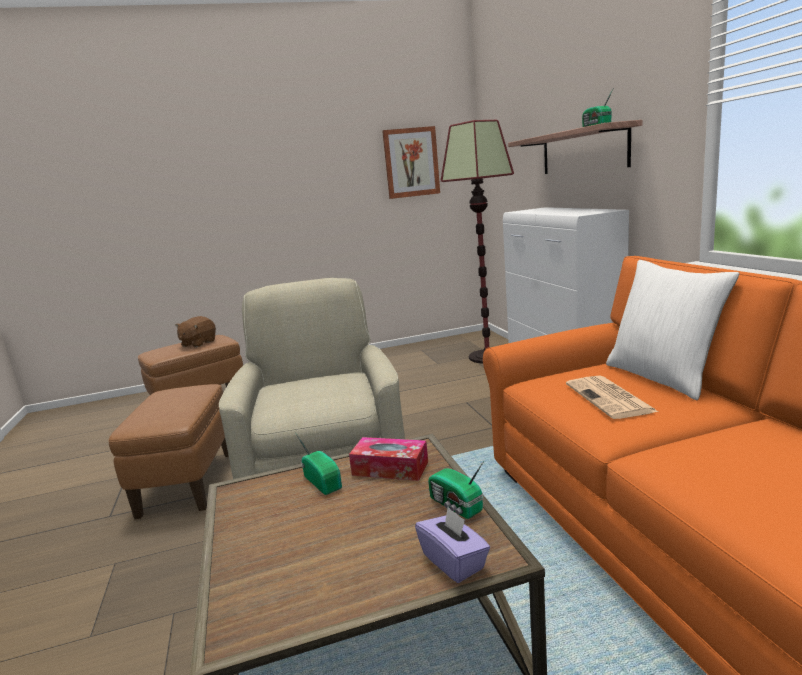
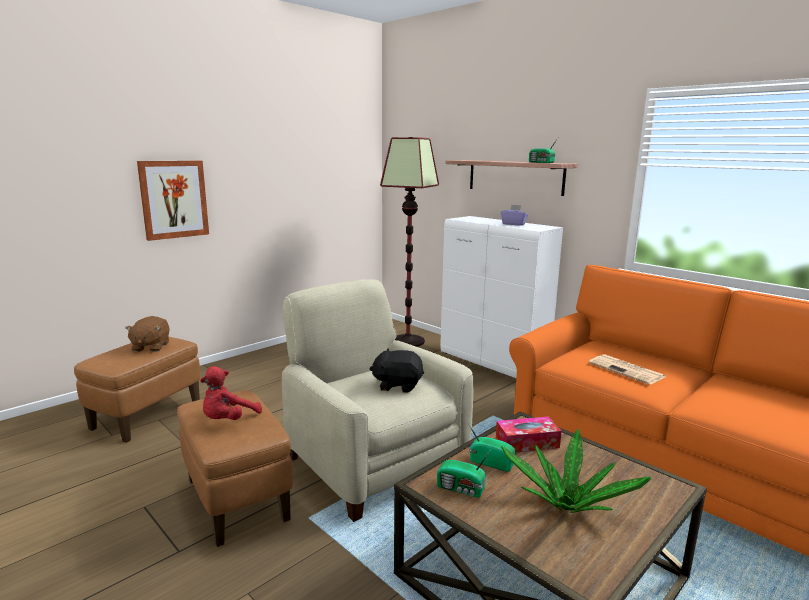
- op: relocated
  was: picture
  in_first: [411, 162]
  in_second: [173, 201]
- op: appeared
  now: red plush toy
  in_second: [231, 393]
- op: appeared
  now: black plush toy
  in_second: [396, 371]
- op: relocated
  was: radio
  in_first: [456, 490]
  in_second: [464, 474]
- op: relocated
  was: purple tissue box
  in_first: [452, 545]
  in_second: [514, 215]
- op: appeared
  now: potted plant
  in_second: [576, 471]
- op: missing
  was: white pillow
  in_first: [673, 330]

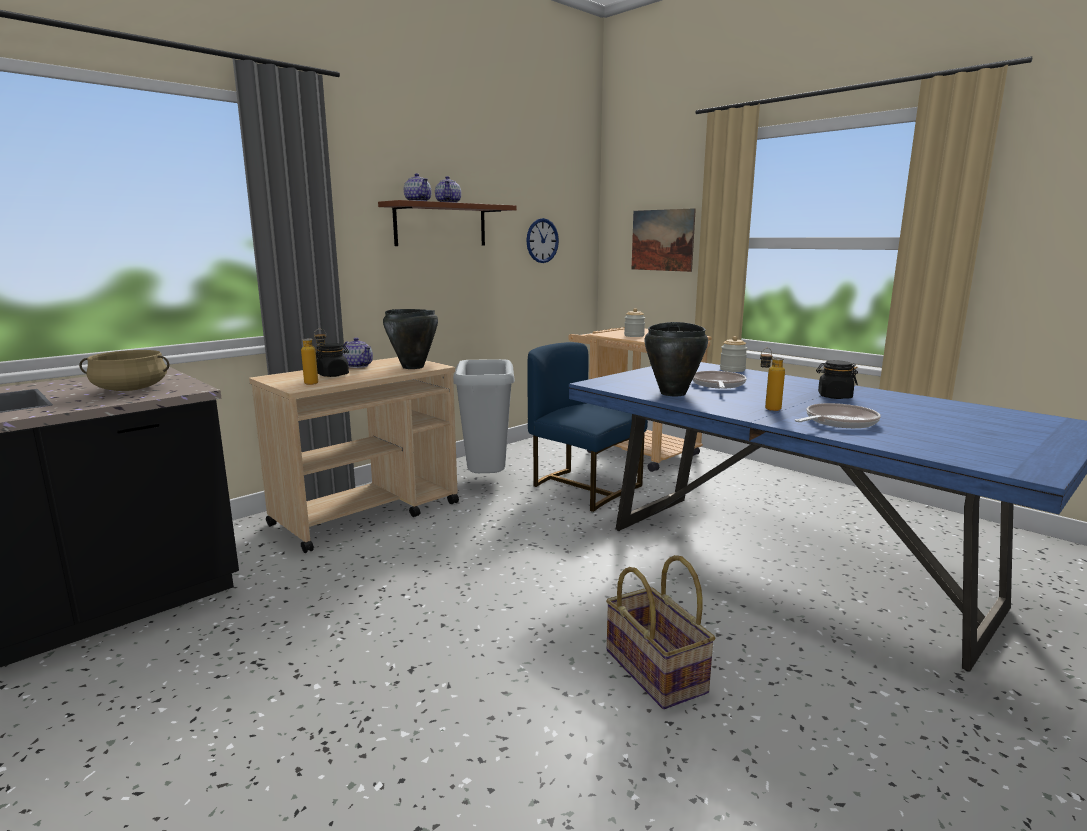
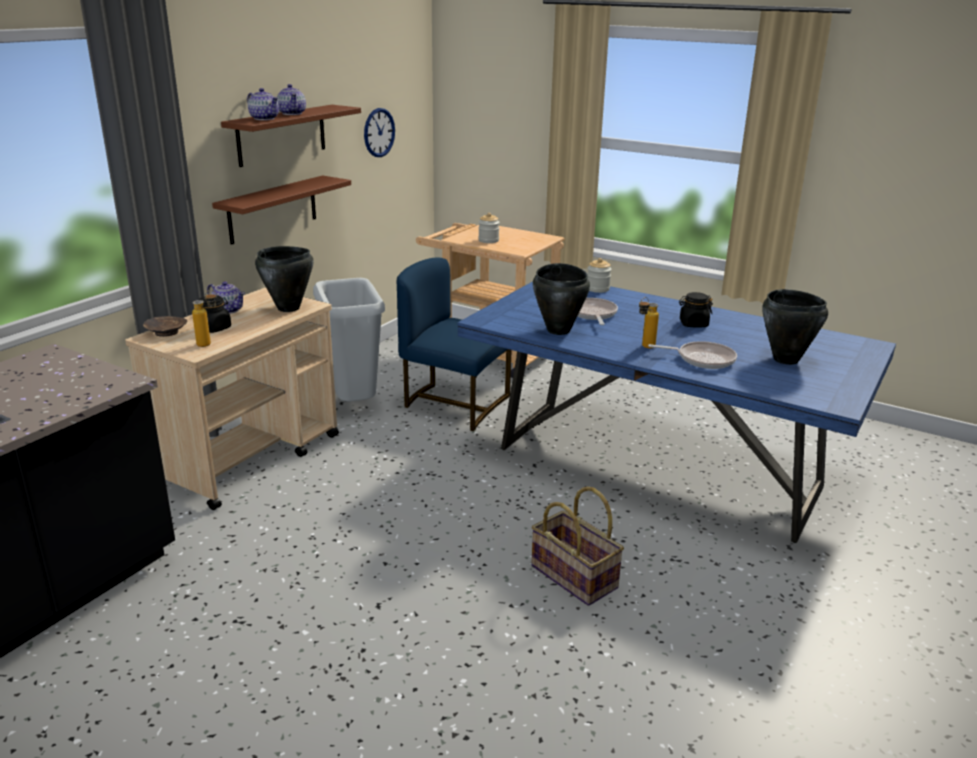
- op: appeared
  now: brown bowl
  in_second: [165, 326]
- op: appeared
  now: brown shelf
  in_second: [281, 210]
- op: spun
  was: frying pan
  in_first: [838, 415]
  in_second: [692, 355]
  clockwise: 60
- op: appeared
  now: black cooking pot
  in_second: [795, 327]
- op: missing
  was: beige cooking pot
  in_first: [124, 370]
- op: missing
  was: picture
  in_first: [664, 240]

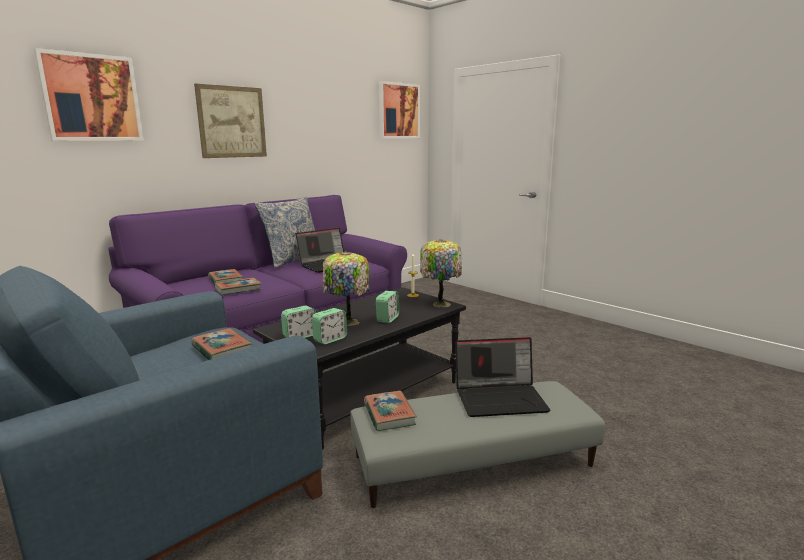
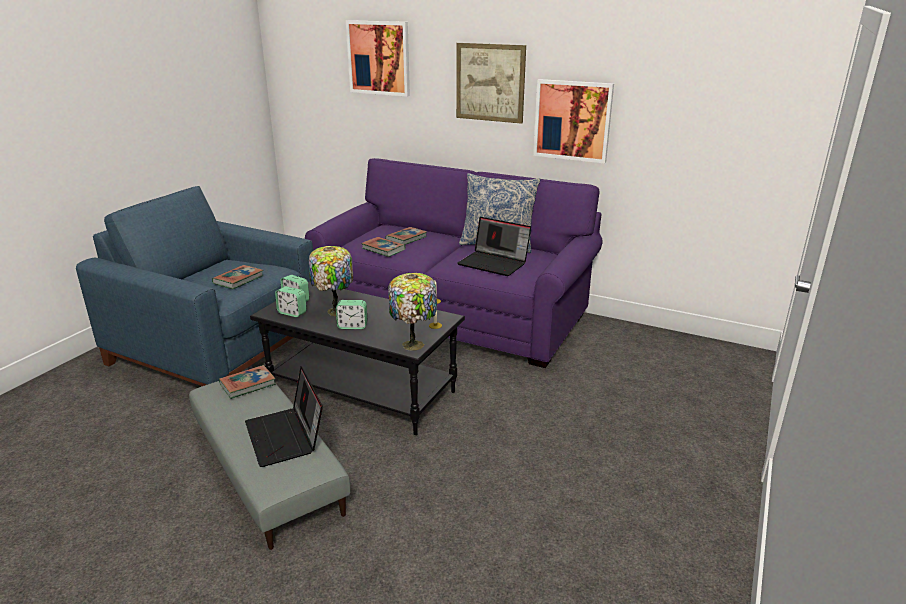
- op: relocated
  was: picture
  in_first: [399, 109]
  in_second: [573, 121]

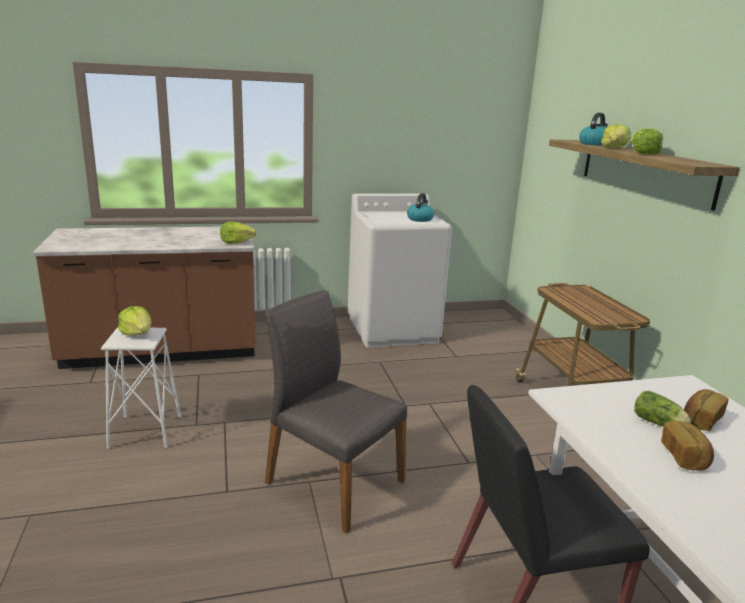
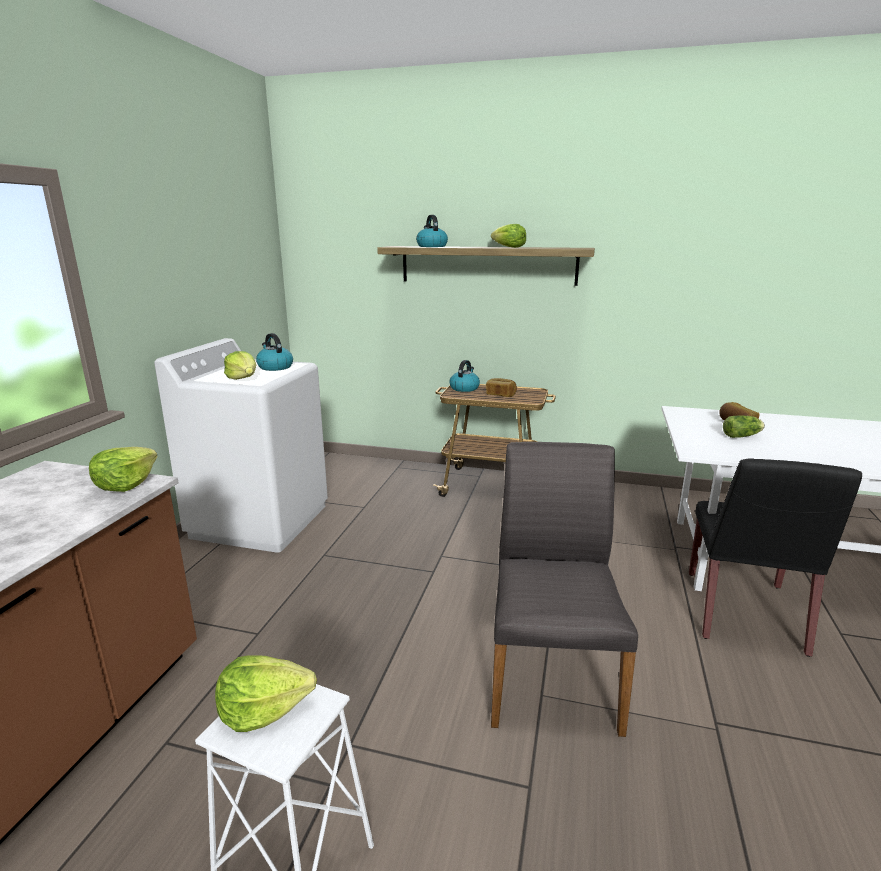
- op: relocated
  was: lettuce
  in_first: [616, 136]
  in_second: [240, 365]
- op: appeared
  now: kettle
  in_second: [465, 376]
- op: relocated
  was: bread
  in_first: [687, 446]
  in_second: [501, 387]
- op: spun
  was: grey chair
  in_first: [336, 412]
  in_second: [564, 589]
  clockwise: 120

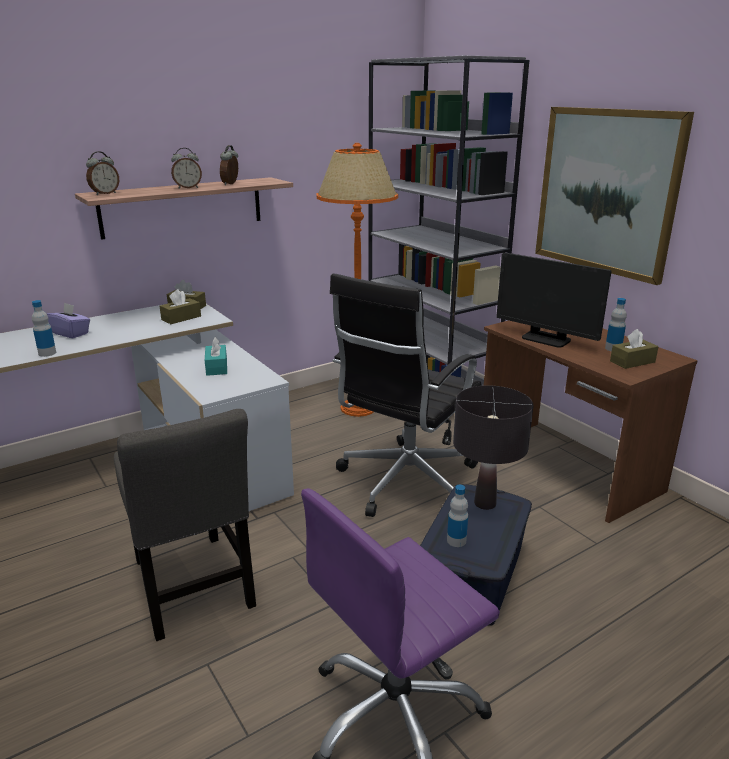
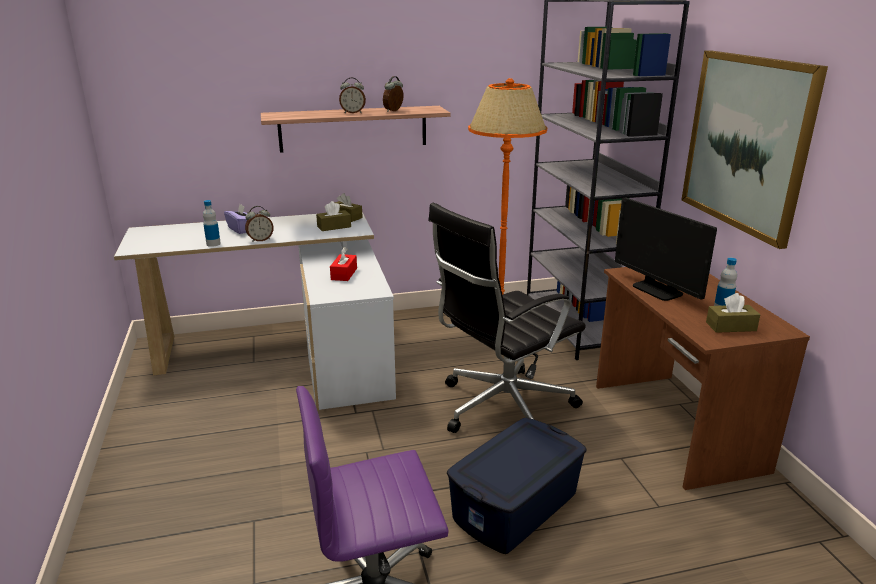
- op: relocated
  was: alarm clock
  in_first: [102, 173]
  in_second: [259, 224]
- op: colour
  was: turquoise tissue box
  now: red tissue box
  in_first: [216, 356]
  in_second: [343, 264]
- op: missing
  was: grey chair
  in_first: [185, 525]
- op: missing
  was: bottle
  in_first: [457, 516]
- op: missing
  was: black table lamp
  in_first: [493, 447]

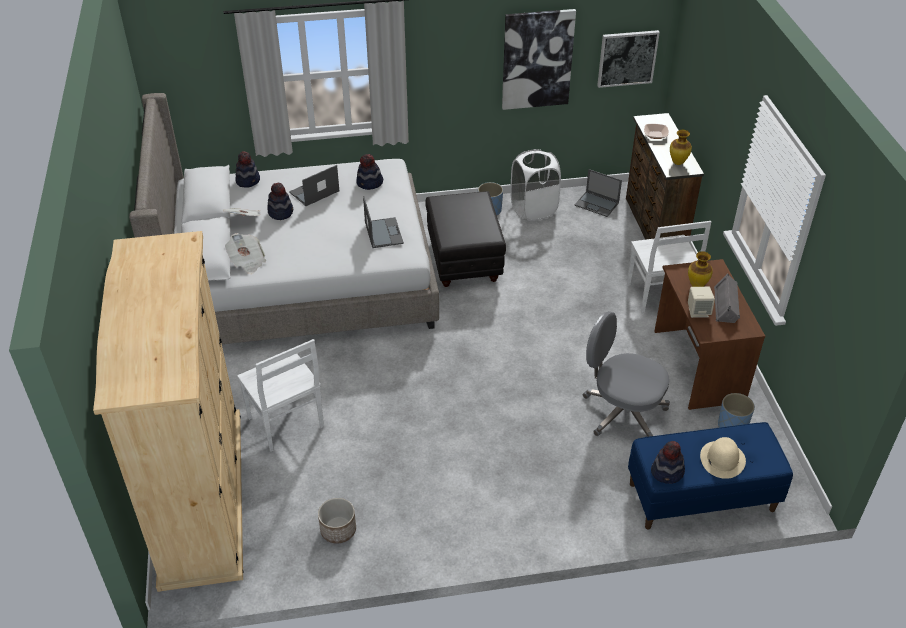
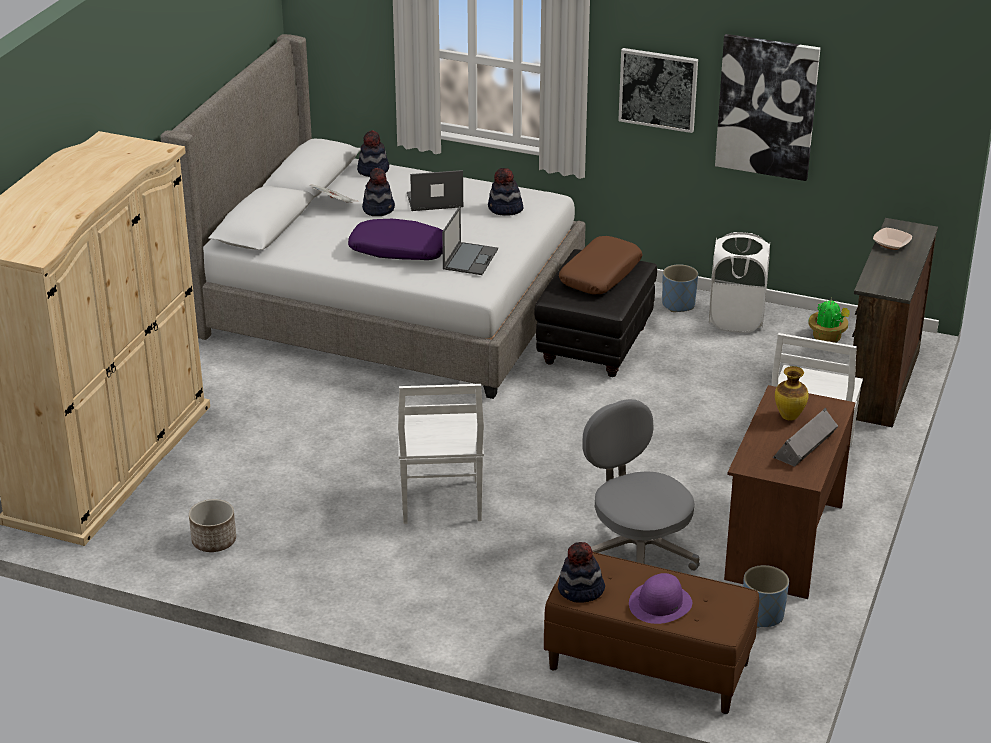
- op: appeared
  now: purple pillow
  in_second: [395, 239]
- op: relocated
  was: white chair
  in_first: [280, 395]
  in_second: [441, 454]
- op: colour
  was: blue bench
  now: brown bench
  in_first: [710, 475]
  in_second: [651, 633]
- op: appeared
  now: brown pillow
  in_second: [600, 265]
- op: relocated
  was: picture
  in_first: [628, 59]
  in_second: [658, 90]
- op: colour
  was: beige hat
  now: purple hat
  in_first: [723, 458]
  in_second: [660, 598]
- op: exchanged
  was: laptop
  now: potted plant
  in_first: [598, 193]
  in_second: [829, 320]
- op: missing
  was: newspaper
  in_first: [245, 253]
- op: missing
  was: vase
  in_first: [681, 147]
- op: missing
  was: beige speaker
  in_first: [701, 302]

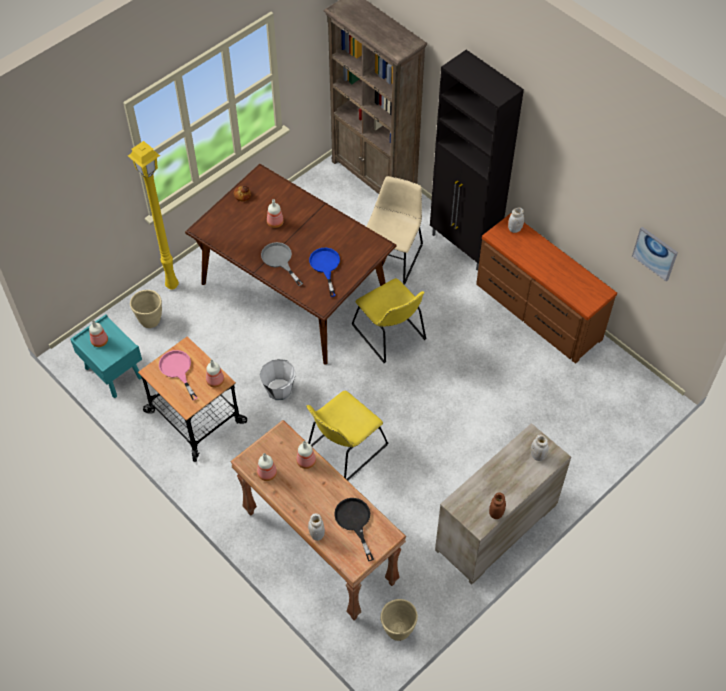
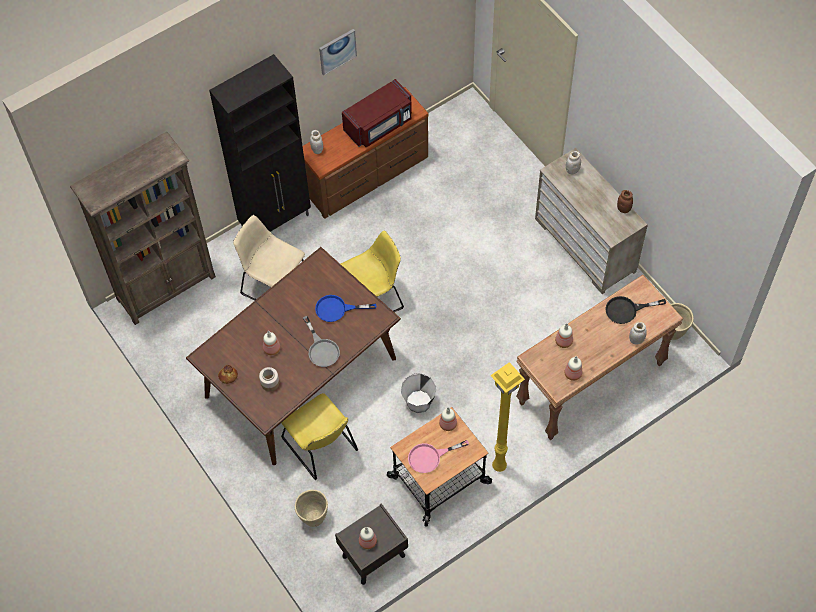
- op: appeared
  now: jar
  in_second: [269, 379]
- op: relocated
  was: yellow chair
  in_first: [347, 436]
  in_second: [319, 436]
- op: spun
  was: grey frying pan
  in_first: [282, 264]
  in_second: [321, 341]
  clockwise: -90
- op: relocated
  was: picture
  in_first: [655, 254]
  in_second: [338, 52]
- op: colour
  was: turquoise nightstand
  now: brown nightstand
  in_first: [106, 356]
  in_second: [371, 544]
- op: appeared
  now: red microwave
  in_second: [377, 113]
- op: relocated
  was: yellow floor lamp
  in_first: [153, 215]
  in_second: [507, 417]

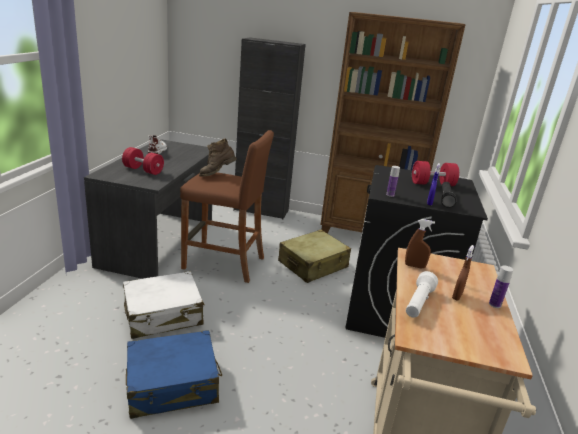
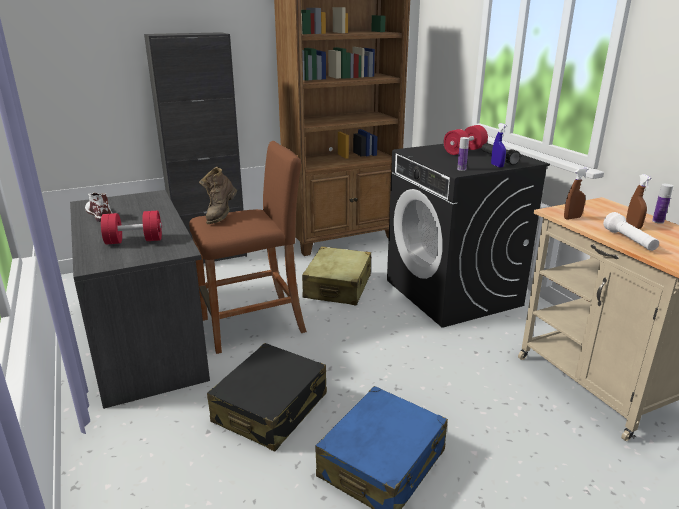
- op: colour
  was: white suitcase
  now: black suitcase
  in_first: [164, 305]
  in_second: [267, 397]

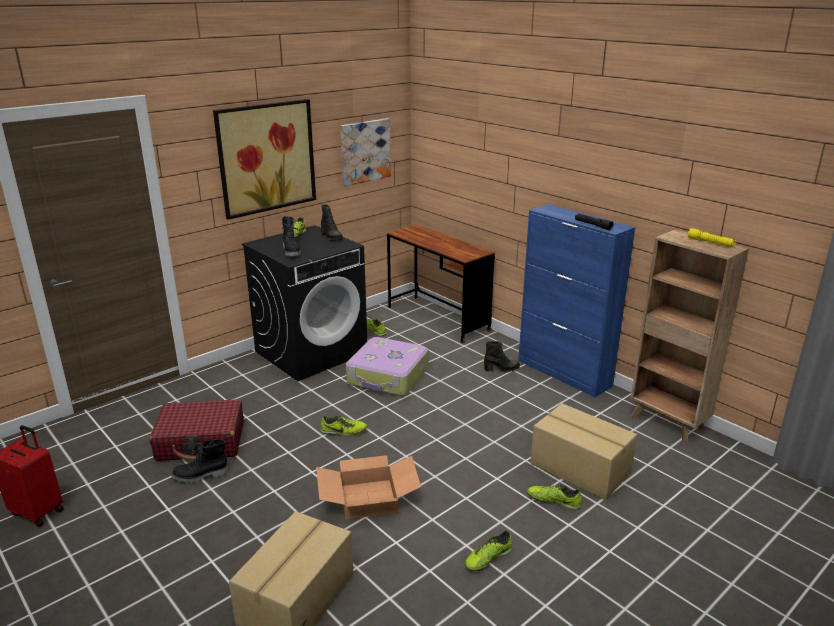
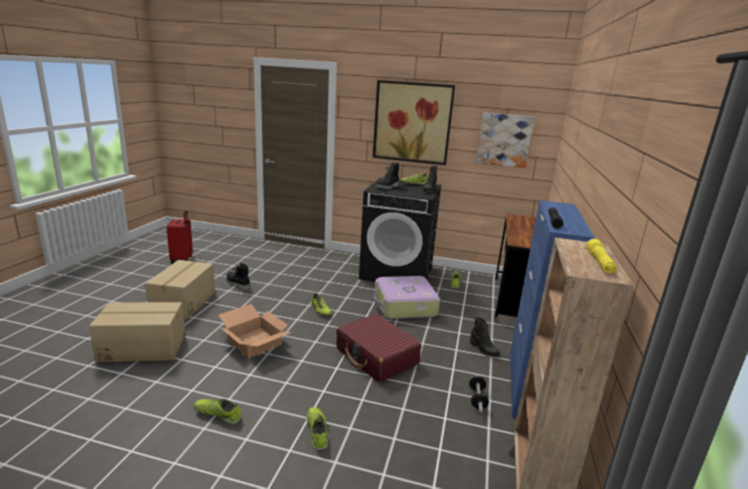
- op: relocated
  was: cardboard box
  in_first: [583, 451]
  in_second: [180, 290]
- op: relocated
  was: red suitcase
  in_first: [197, 430]
  in_second: [378, 348]
- op: appeared
  now: dumbbell
  in_second: [479, 393]

